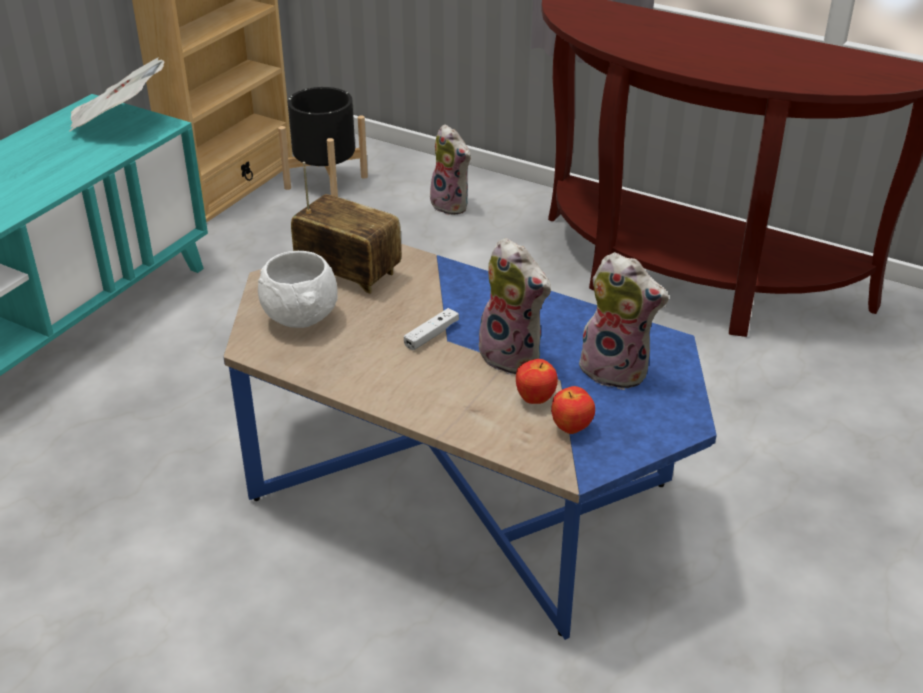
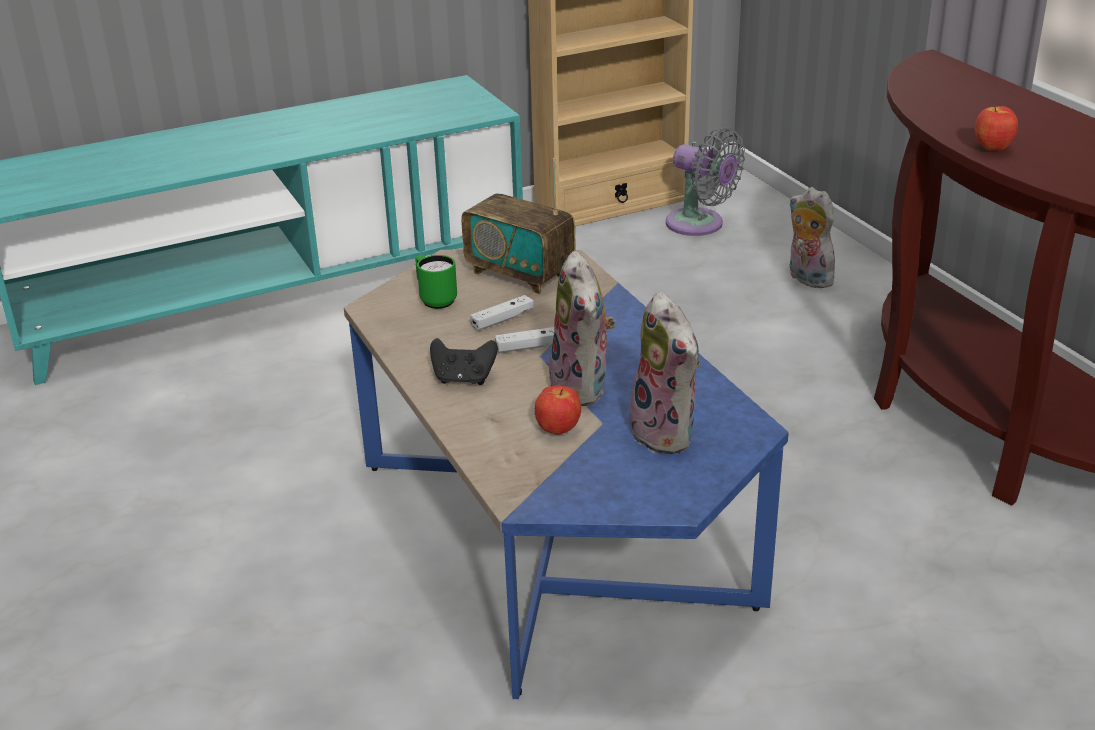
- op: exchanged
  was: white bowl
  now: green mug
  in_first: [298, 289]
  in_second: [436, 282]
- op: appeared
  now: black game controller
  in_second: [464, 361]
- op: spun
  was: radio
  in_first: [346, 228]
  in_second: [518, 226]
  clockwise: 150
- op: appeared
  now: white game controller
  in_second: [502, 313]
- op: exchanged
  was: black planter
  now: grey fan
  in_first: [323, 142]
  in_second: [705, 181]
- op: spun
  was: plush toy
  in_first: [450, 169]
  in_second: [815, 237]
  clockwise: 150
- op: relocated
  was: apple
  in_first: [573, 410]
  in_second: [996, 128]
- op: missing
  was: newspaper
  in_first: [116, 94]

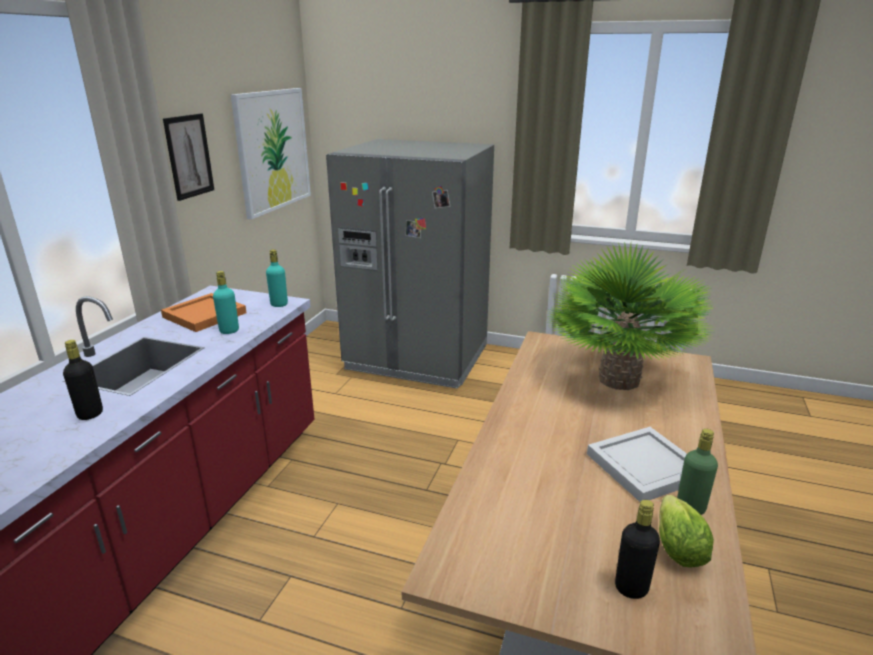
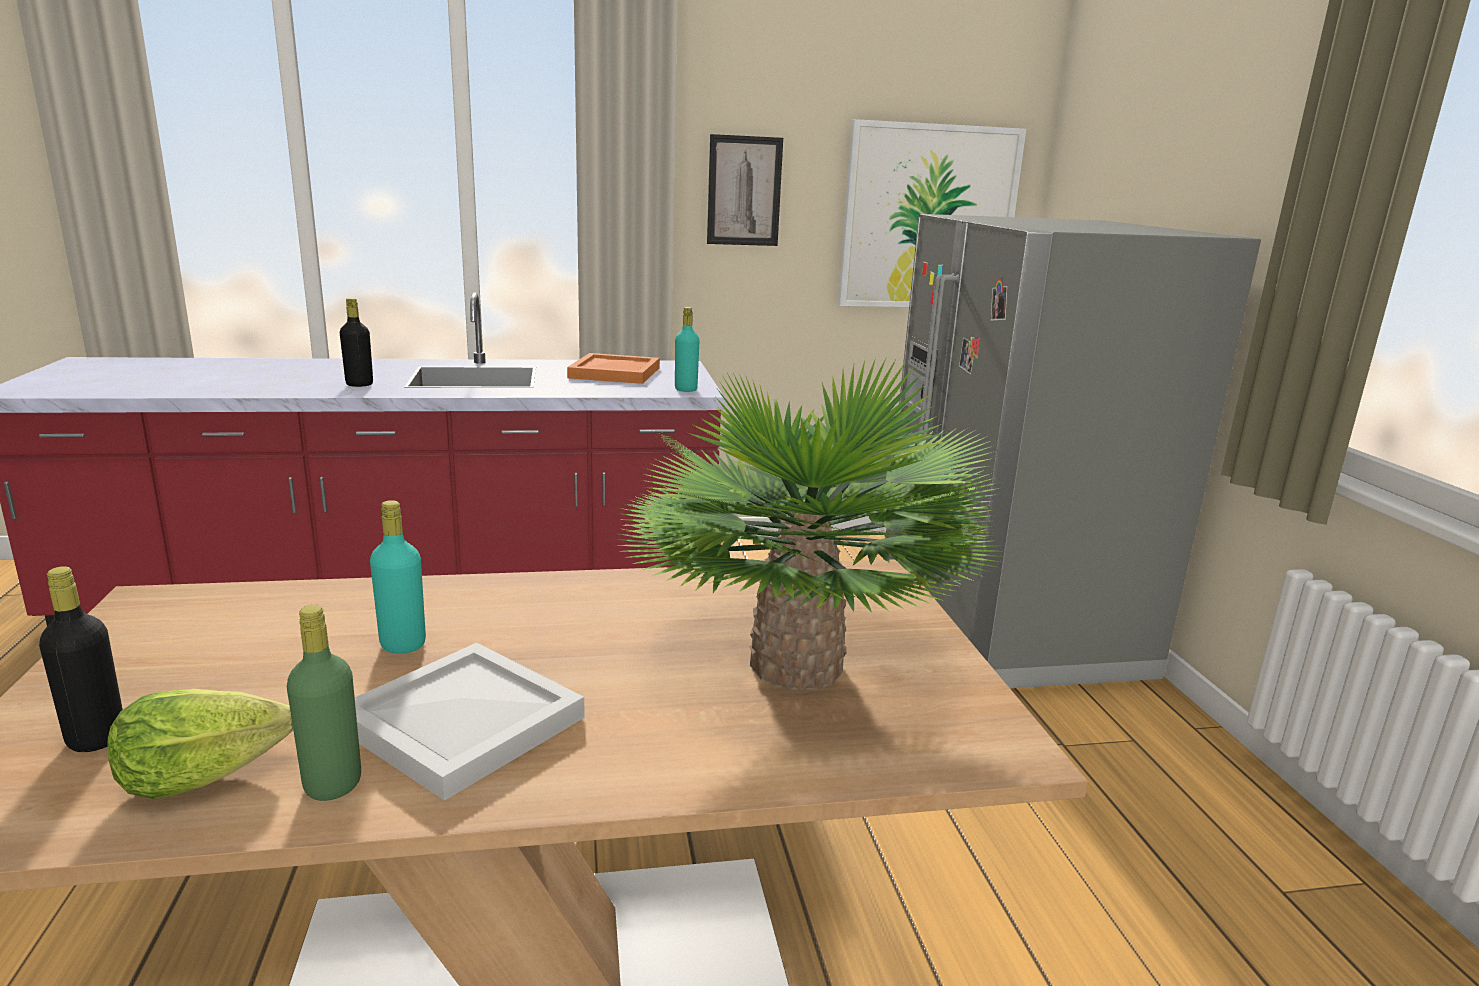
- op: relocated
  was: turquoise bottle
  in_first: [226, 302]
  in_second: [398, 577]

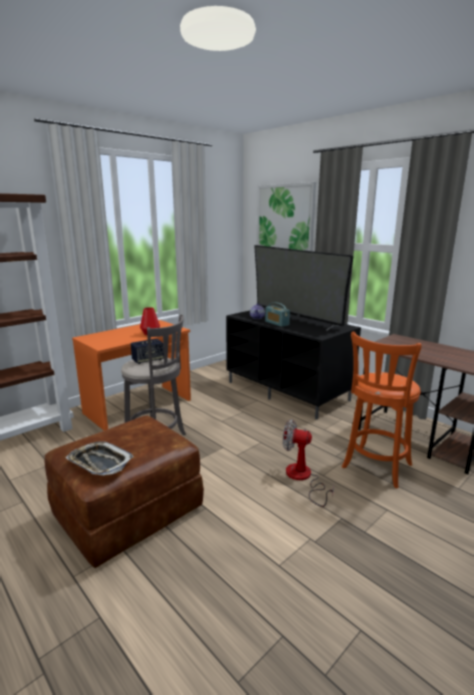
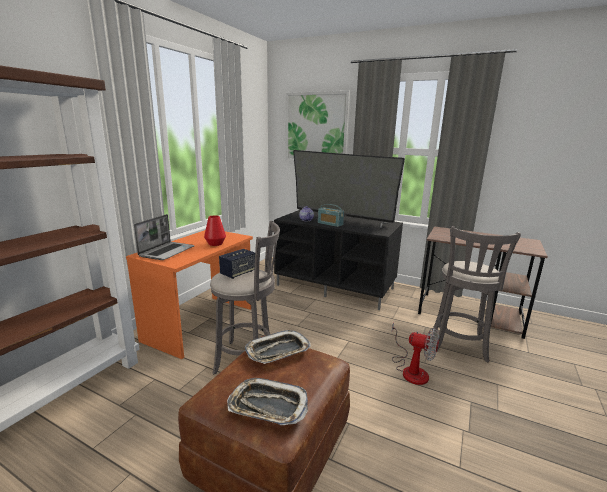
- op: appeared
  now: laptop
  in_second: [164, 237]
- op: appeared
  now: tray
  in_second: [278, 347]
- op: spun
  was: fan
  in_first: [308, 463]
  in_second: [416, 354]
  clockwise: -150
- op: colour
  was: orange stool
  now: grey stool
  in_first: [382, 409]
  in_second: [477, 294]

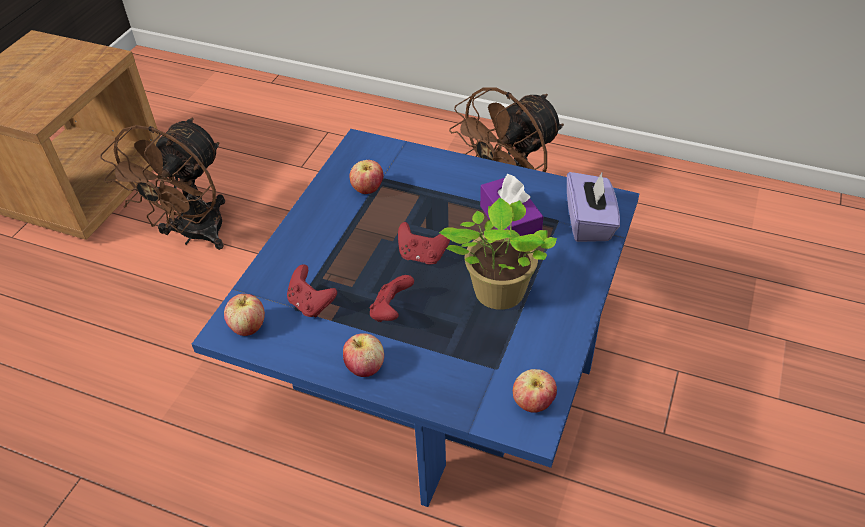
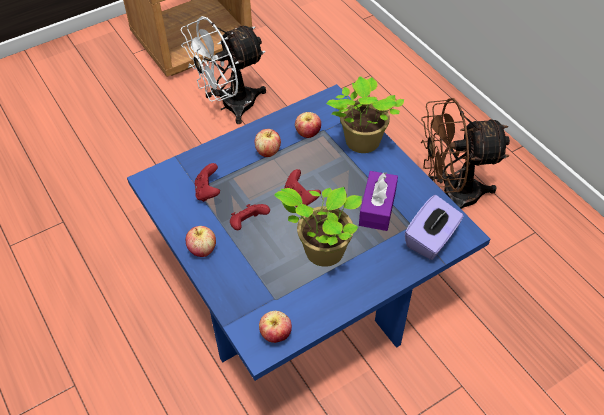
- op: colour
  was: brown fan
  now: white fan
  in_first: [162, 184]
  in_second: [223, 70]
- op: relocated
  was: apple
  in_first: [244, 315]
  in_second: [268, 143]
- op: appeared
  now: potted plant
  in_second: [365, 114]

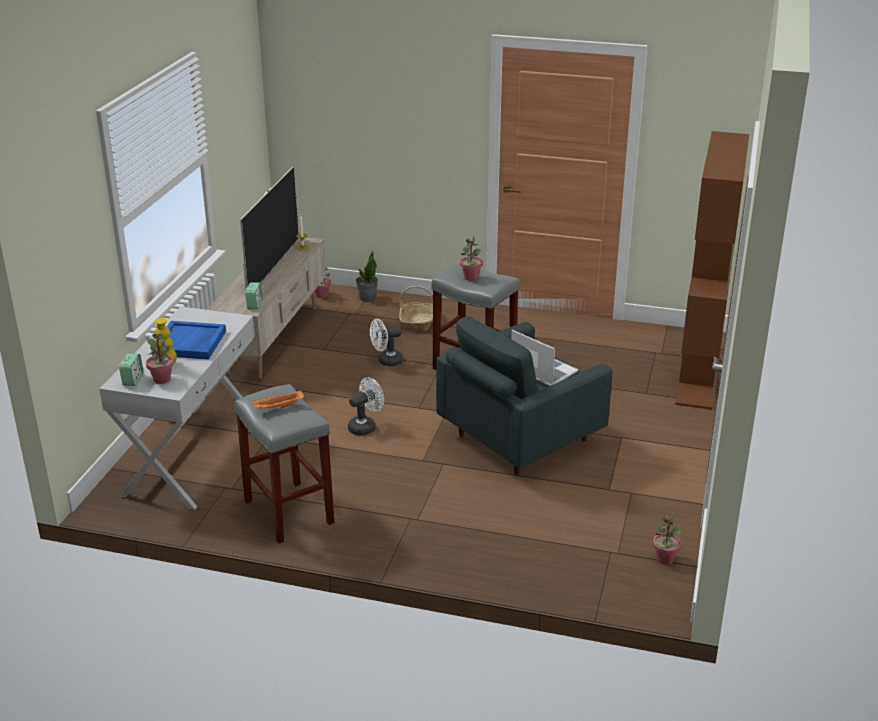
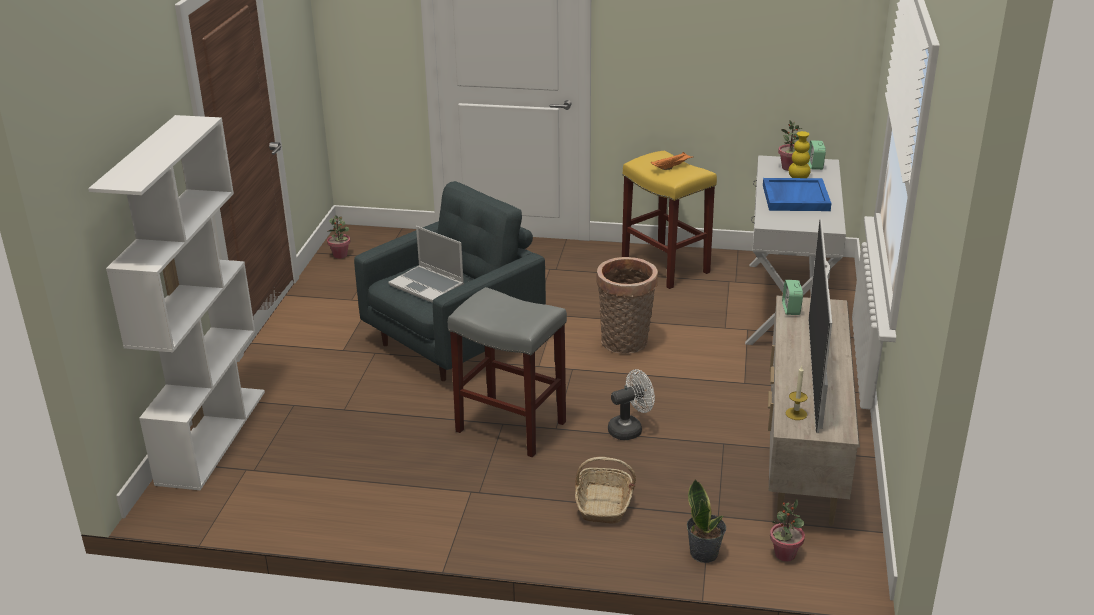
- op: colour
  was: brown bookcase
  now: white bookcase
  in_first: [712, 270]
  in_second: [176, 302]
- op: exchanged
  was: white fan
  now: basket
  in_first: [366, 406]
  in_second: [627, 305]
- op: colour
  was: grey stool
  now: yellow stool
  in_first: [284, 464]
  in_second: [669, 220]
- op: missing
  was: potted plant
  in_first: [471, 258]

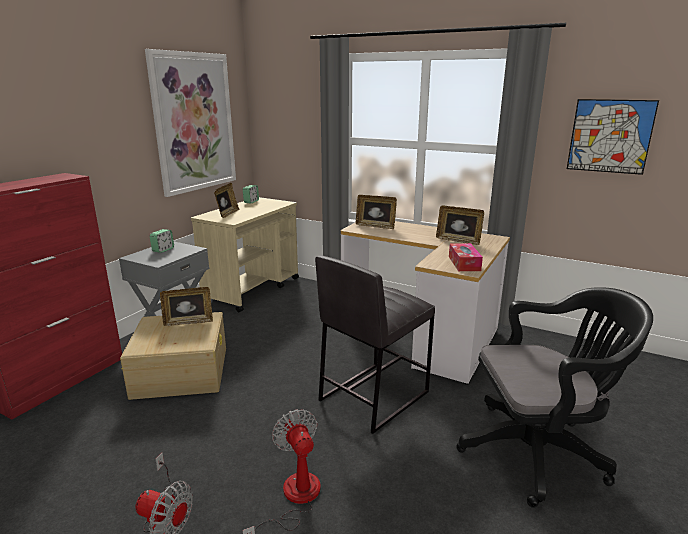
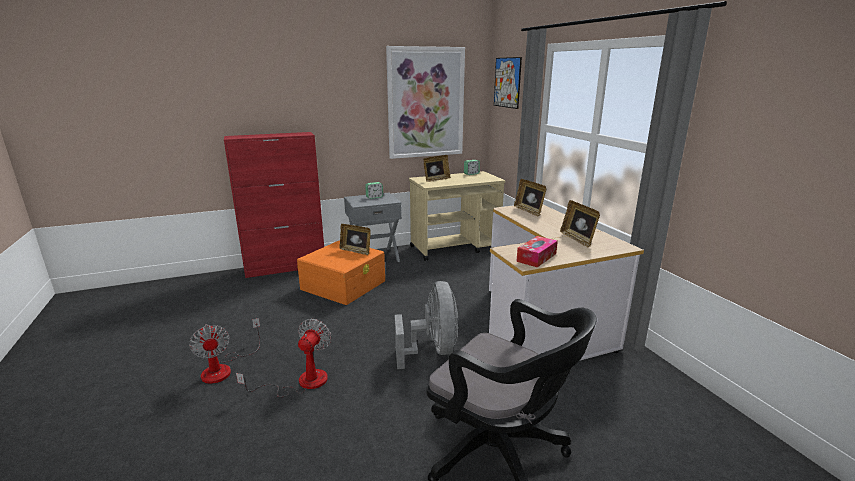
- op: colour
  was: beige storage box
  now: orange storage box
  in_first: [173, 356]
  in_second: [341, 272]
- op: exchanged
  was: grey stool
  now: grey fan
  in_first: [375, 344]
  in_second: [426, 325]
- op: relocated
  was: picture
  in_first: [613, 137]
  in_second: [508, 83]

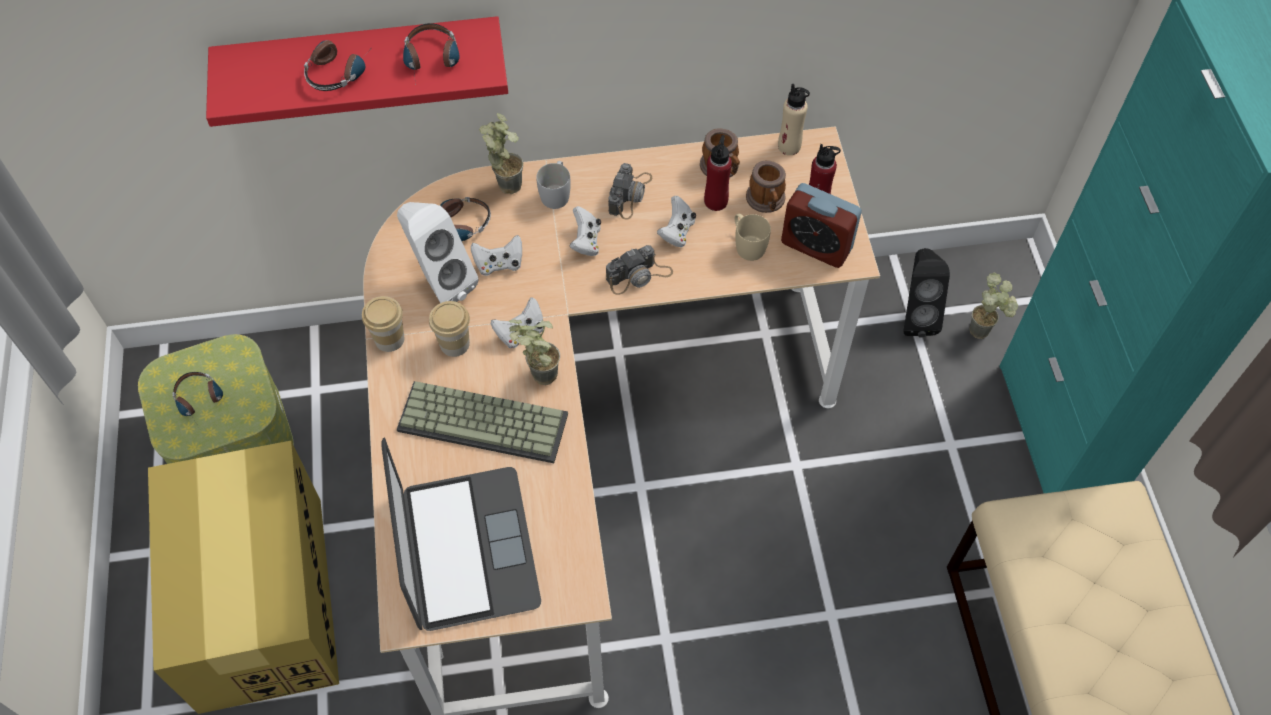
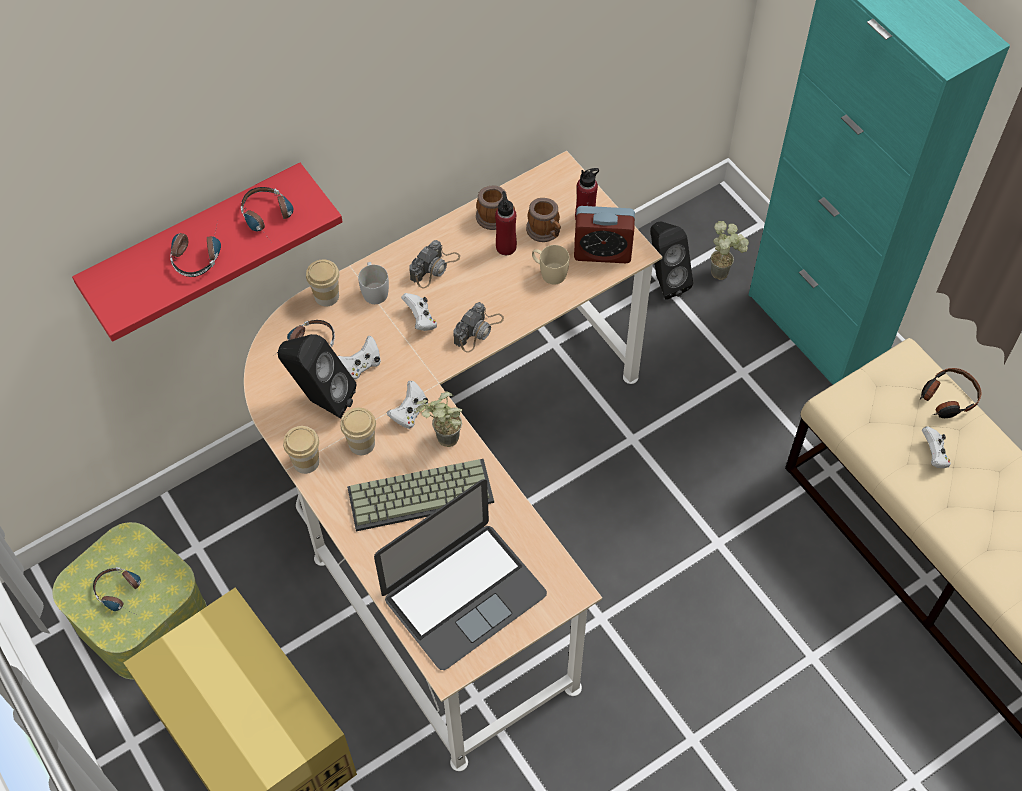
- op: colour
  was: white speaker
  now: black speaker
  in_first: [438, 252]
  in_second: [317, 376]
- op: exchanged
  was: potted plant
  now: cup
  in_first: [501, 153]
  in_second: [322, 283]
- op: spun
  was: laptop
  in_first: [461, 534]
  in_second: [460, 574]
  clockwise: 90
- op: spun
  was: photo camera
  in_first: [630, 191]
  in_second: [434, 264]
  clockwise: 45
- op: appeared
  now: headphones
  in_second: [950, 393]
- op: relocated
  was: white game controller
  in_first: [676, 222]
  in_second: [936, 447]
- op: missing
  was: beige bottle
  in_first: [794, 119]

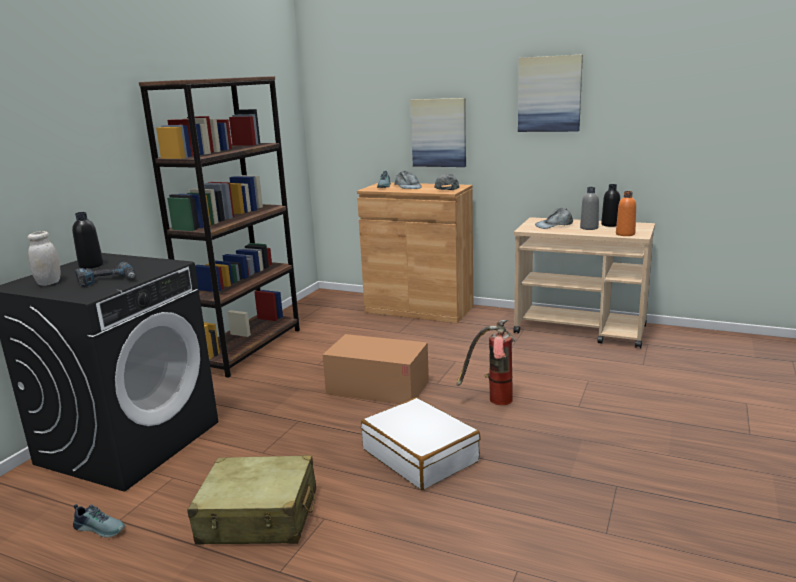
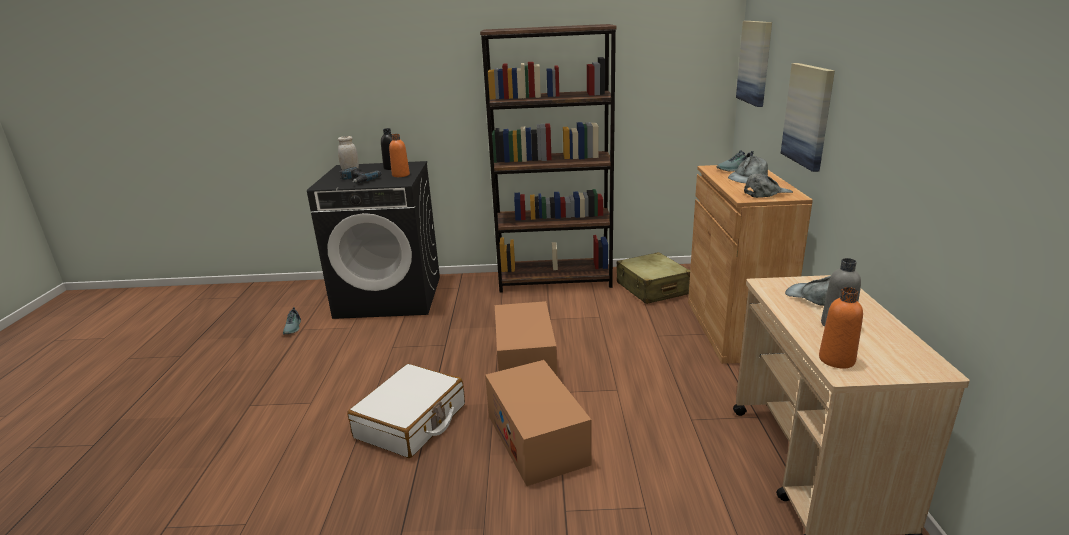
- op: appeared
  now: orange bottle
  in_second: [399, 155]
- op: exchanged
  was: fire extinguisher
  now: cardboard box
  in_first: [486, 362]
  in_second: [538, 423]
- op: relocated
  was: beige suitcase
  in_first: [251, 500]
  in_second: [653, 278]
- op: relocated
  was: picture
  in_first: [550, 93]
  in_second: [754, 64]
- op: missing
  was: black bottle
  in_first: [610, 205]

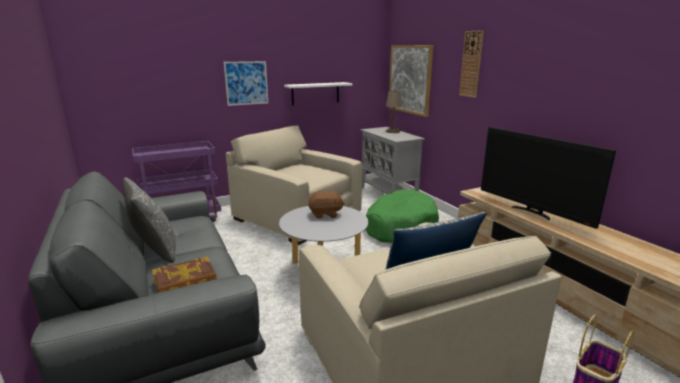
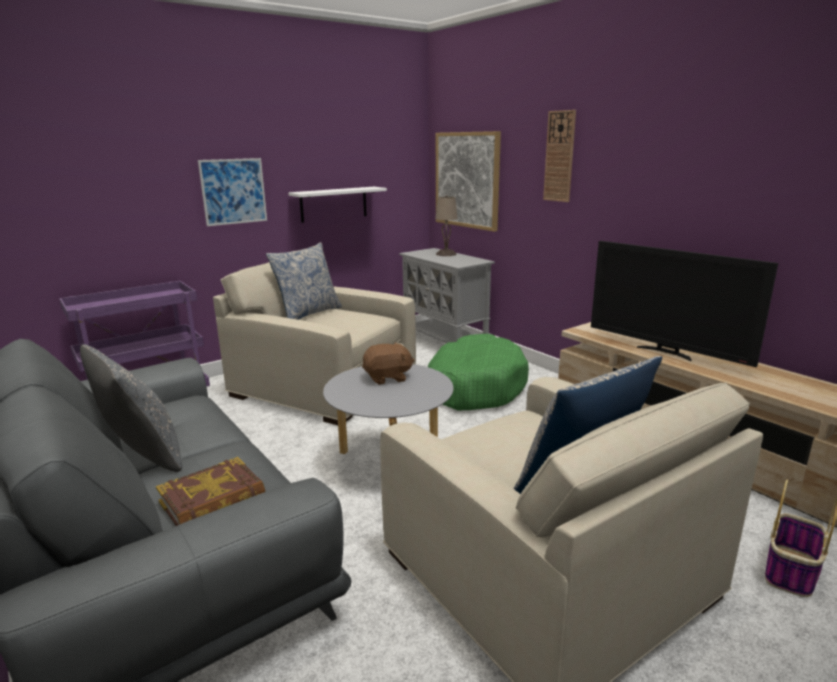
- op: appeared
  now: pillow
  in_second: [304, 281]

